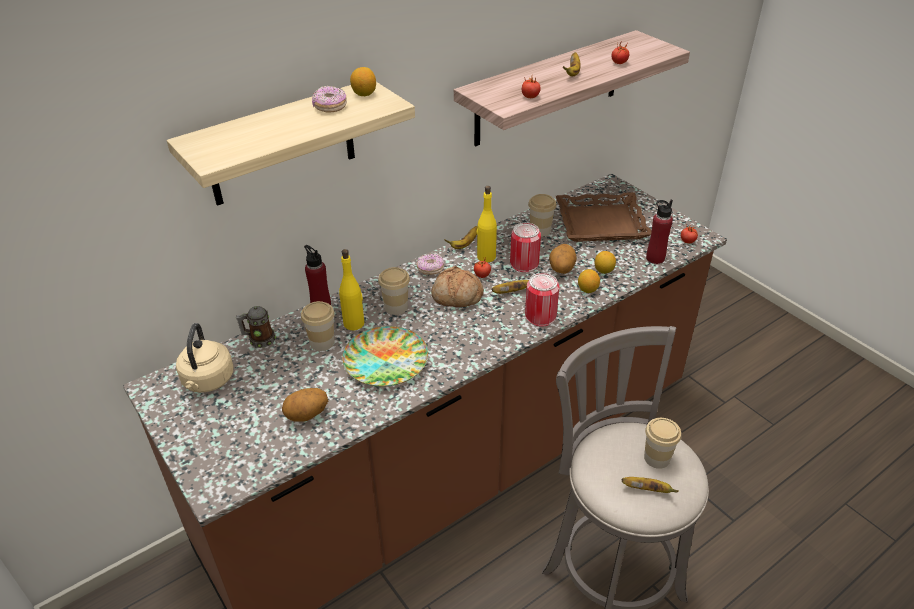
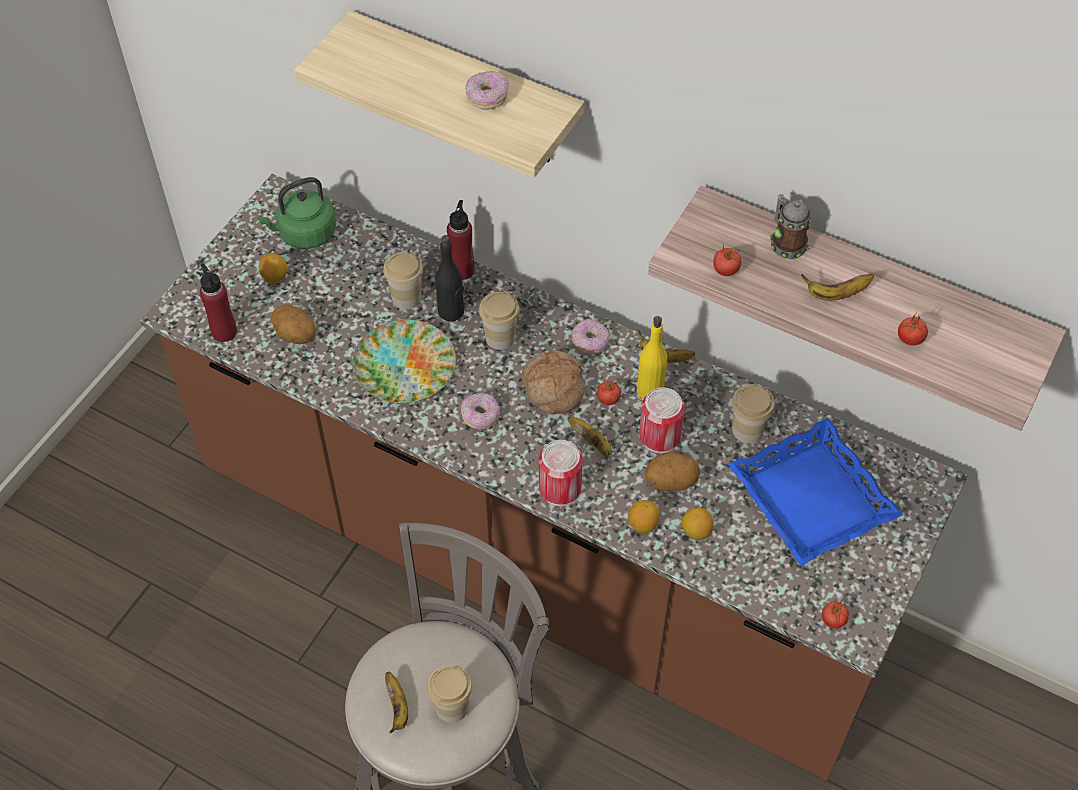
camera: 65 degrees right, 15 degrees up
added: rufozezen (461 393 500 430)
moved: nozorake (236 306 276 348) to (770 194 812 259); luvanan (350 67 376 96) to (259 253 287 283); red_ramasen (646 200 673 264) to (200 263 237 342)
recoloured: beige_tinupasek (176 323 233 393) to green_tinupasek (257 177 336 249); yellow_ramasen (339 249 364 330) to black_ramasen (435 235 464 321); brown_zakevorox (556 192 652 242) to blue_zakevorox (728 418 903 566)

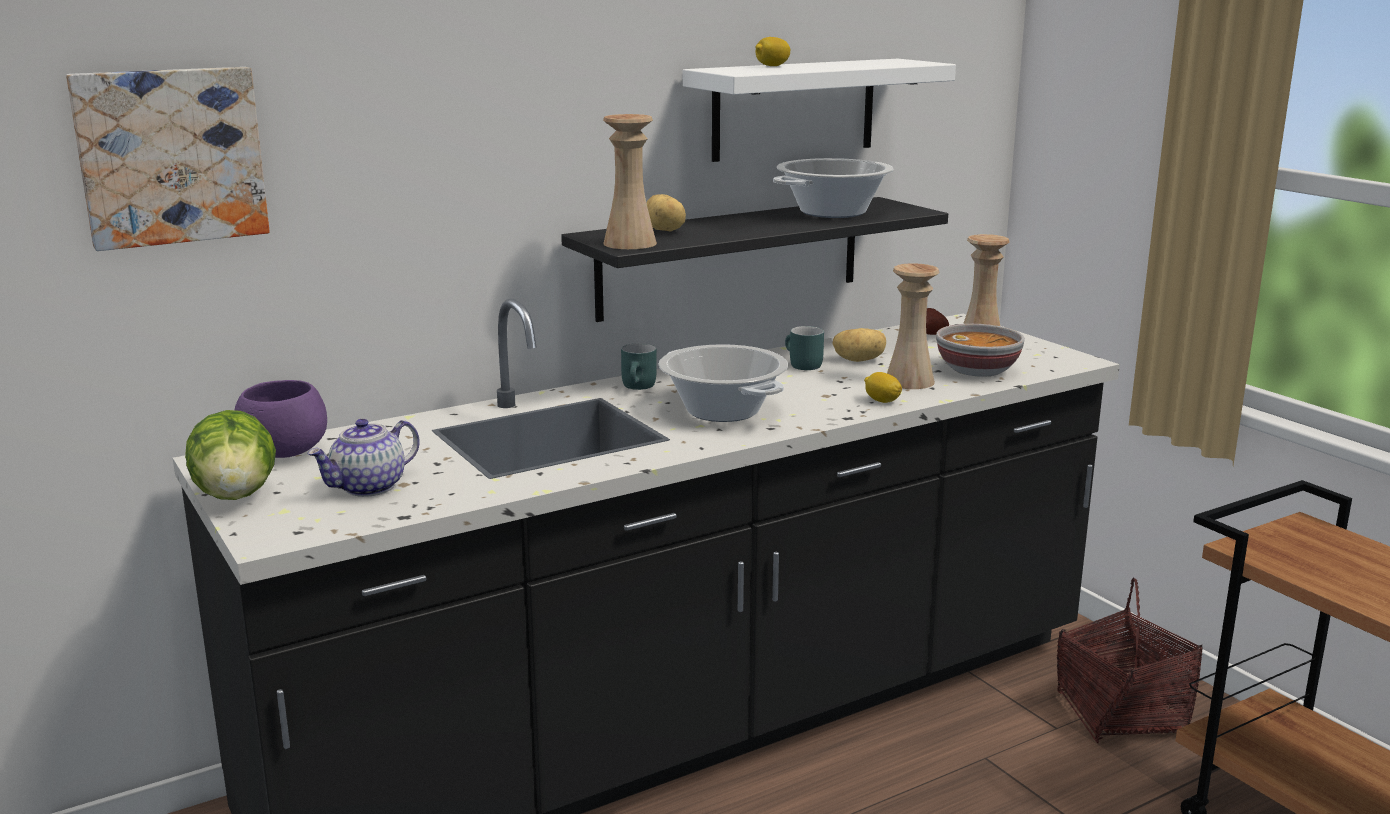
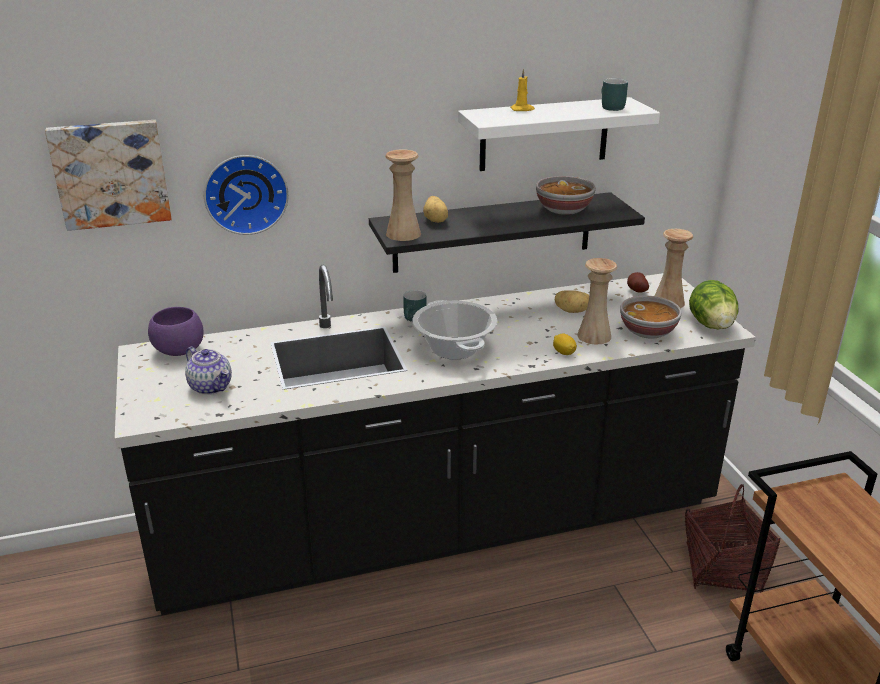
camera: 15 degrees right, 10 degrees up
added: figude (204 155 289 235)
moved: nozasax (185 410 276 500) to (689 280 738 329); turquoise_nozorake (785 326 824 370) to (601 78 628 111)
replaced: luvanan (755 37 791 66) to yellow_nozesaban (510 69 535 111); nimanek (773 158 894 218) to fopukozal (536 176 596 215)
turned: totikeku (307 419 420 497) = (185 346 232 395) 105 degrees counterclockwise

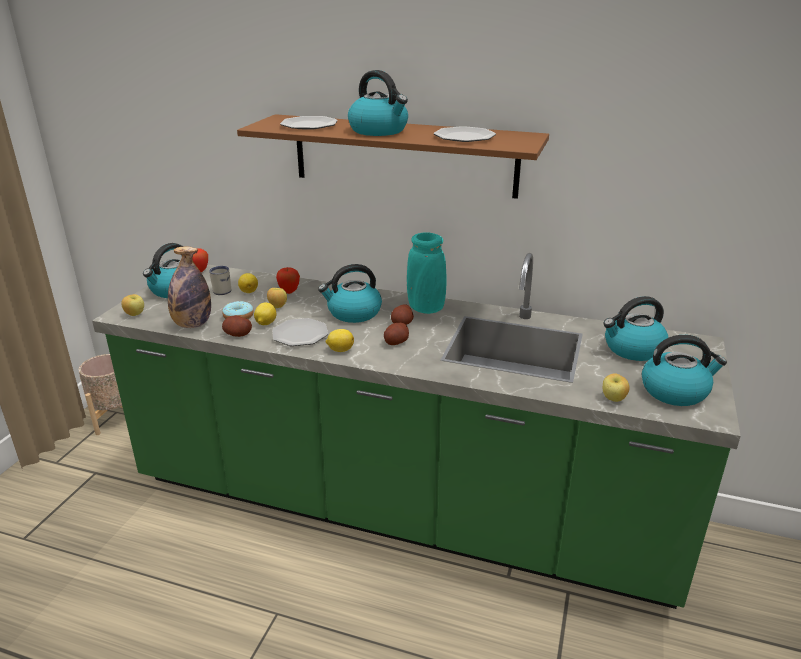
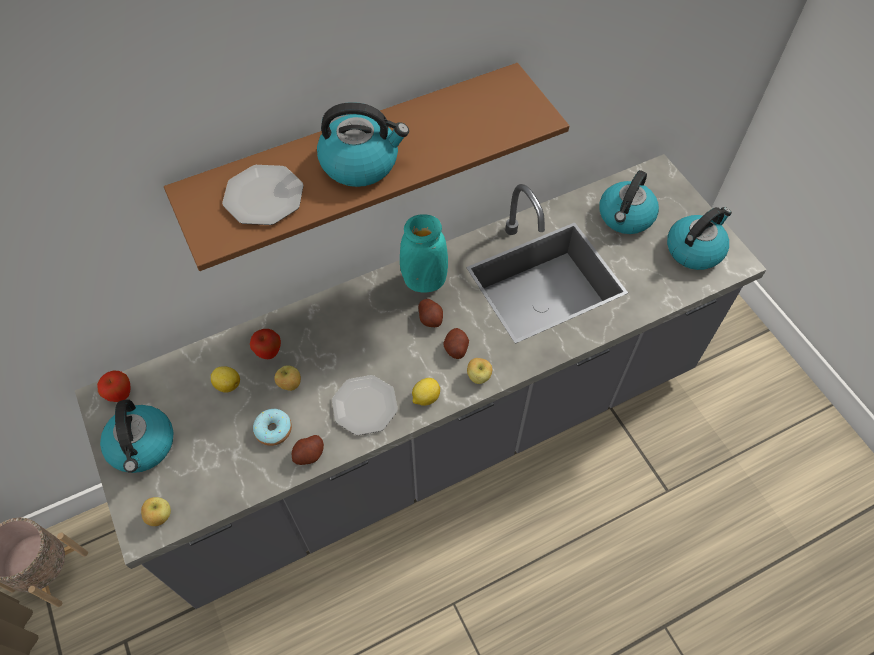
camera: 45 degrees left, 30 degrees up
removed: ramasen (168 246 211 328); white_nozorake (209 266 231 295); luvanan (254 302 276 325); tinupasek (318 264 382 323); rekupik (434 126 496 142)
moved: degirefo (603 373 629 402) to (467 358 492 384)
recoloured: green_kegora (92 253 741 609) to grey_kegora (75 154 767 609)

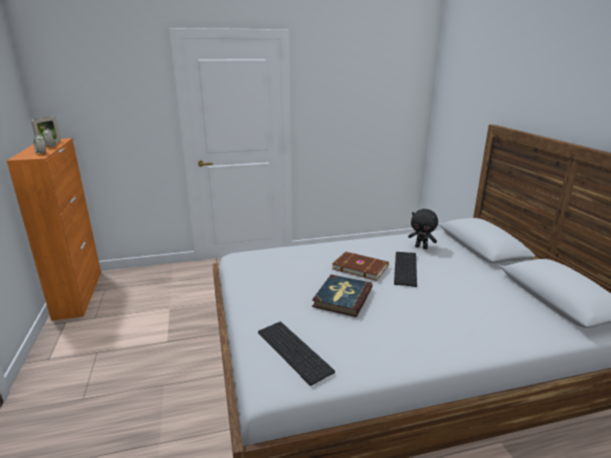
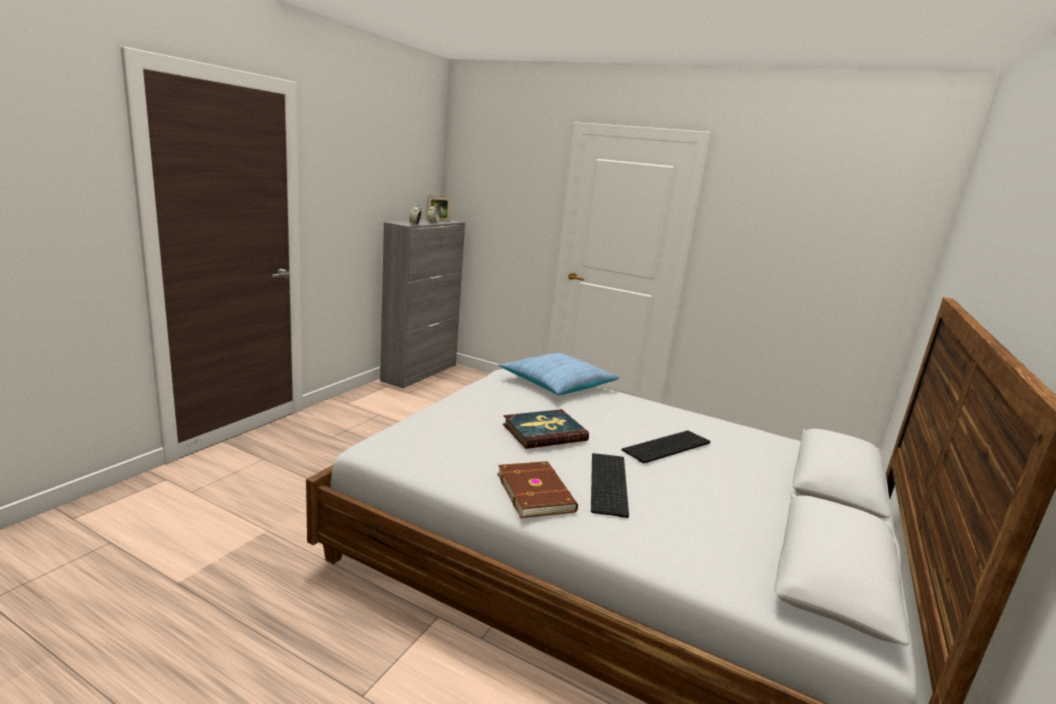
camera: 40 degrees right, 5 degrees down
removed: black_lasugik (408 209 438 249)
added: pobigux (498 353 619 395)
moved: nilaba (258 322 335 386) to (591 453 629 518); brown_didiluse (332 251 389 281) to (497 461 578 518)
recoloured: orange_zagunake (7 138 101 321) to grey_zagunake (380 220 465 388)

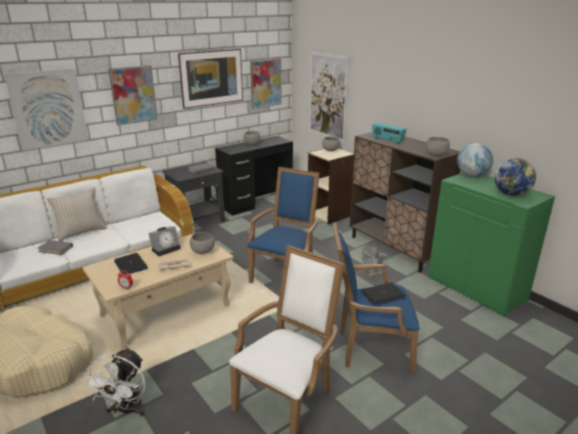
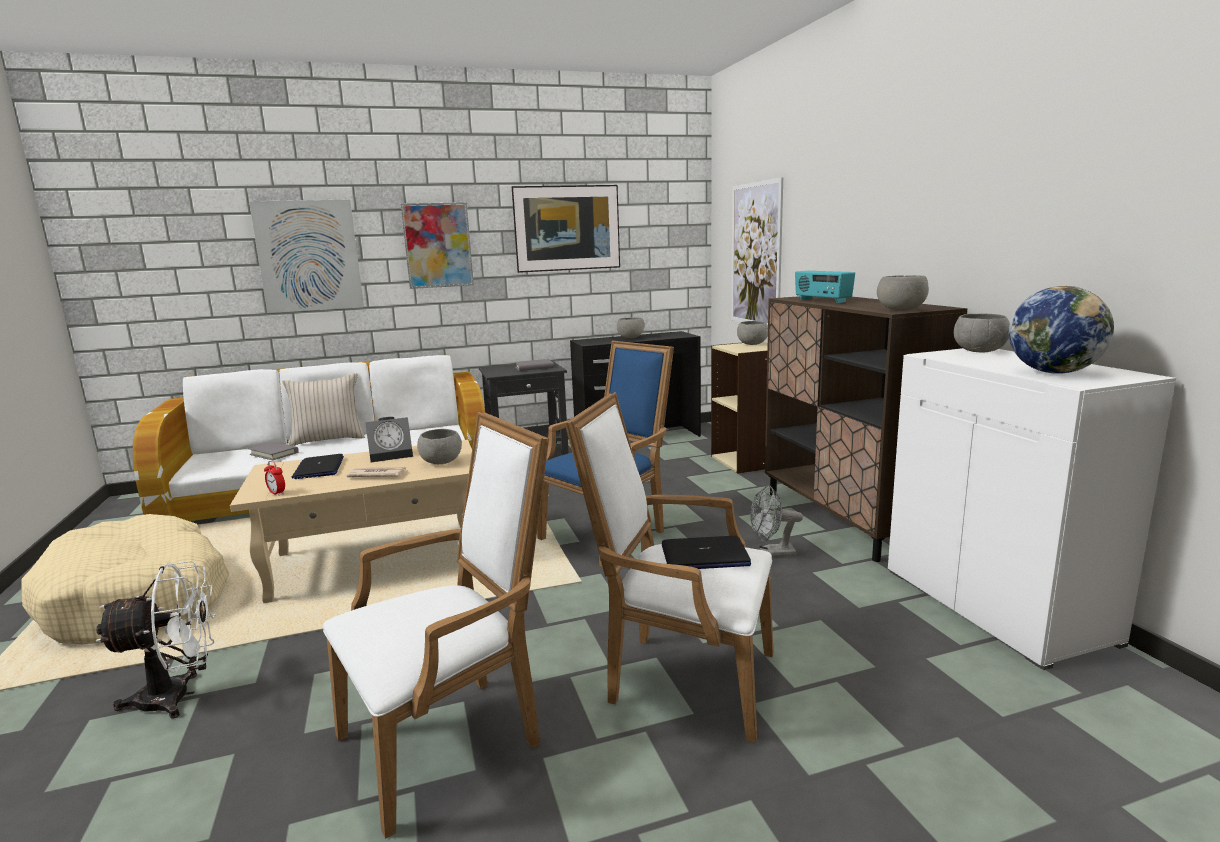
camera: 20 degrees right, 10 degrees down
removed: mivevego (250 59 281 109)
replaced: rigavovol (457 143 493 177) to grey_fopukozal (954 314 1010 353)
recoloured: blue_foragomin (333 222 419 372) to white_foragomin (565 392 773 743); green_zagunake (428 173 555 317) to white_zagunake (888 348 1176 670)
turned: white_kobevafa (83 347 146 417) = (96 561 216 719) 135 degrees counterclockwise

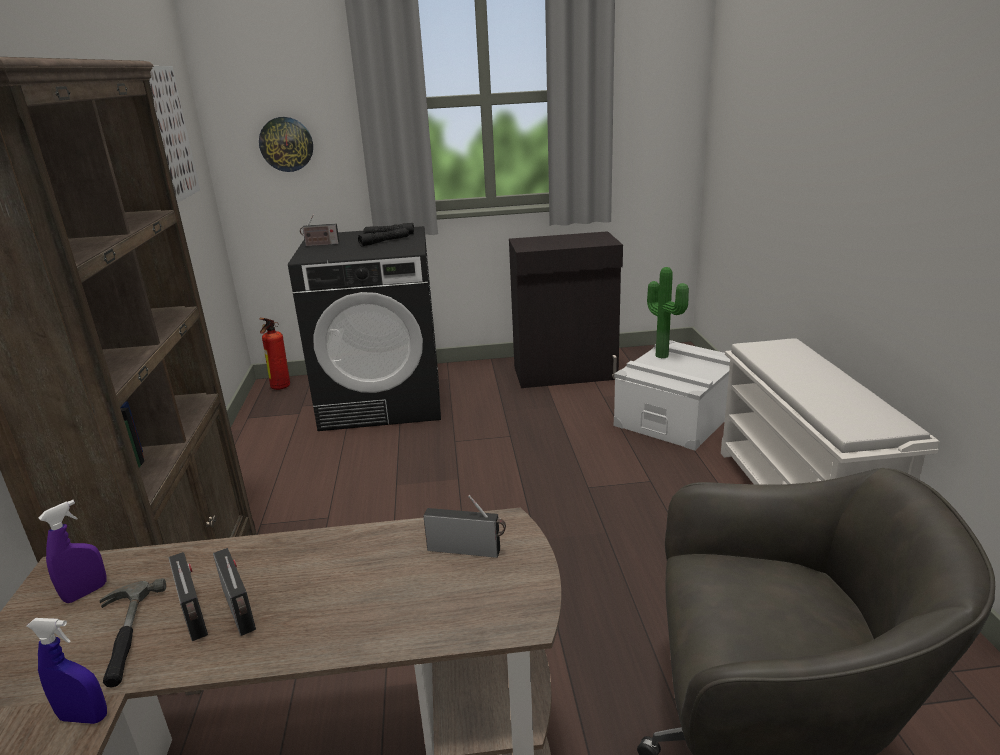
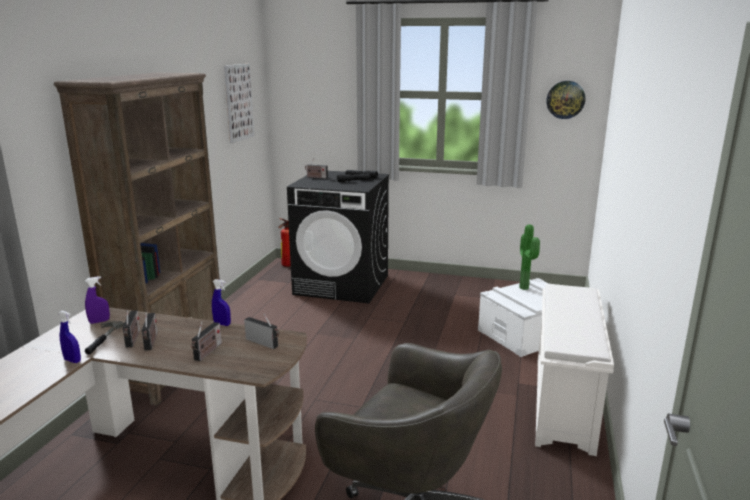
camera: 20 degrees right, 5 degrees down
removed: black_zagunake (509 231 623 388)
added: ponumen (191 322 222 361); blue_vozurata (212 279 231 326)
moved: figude (259 117 313 172) to (546 81 585 119)

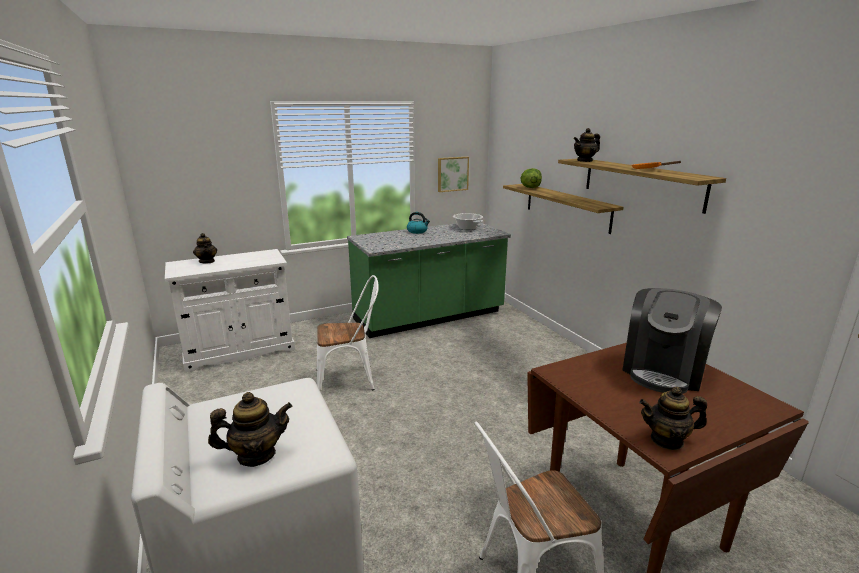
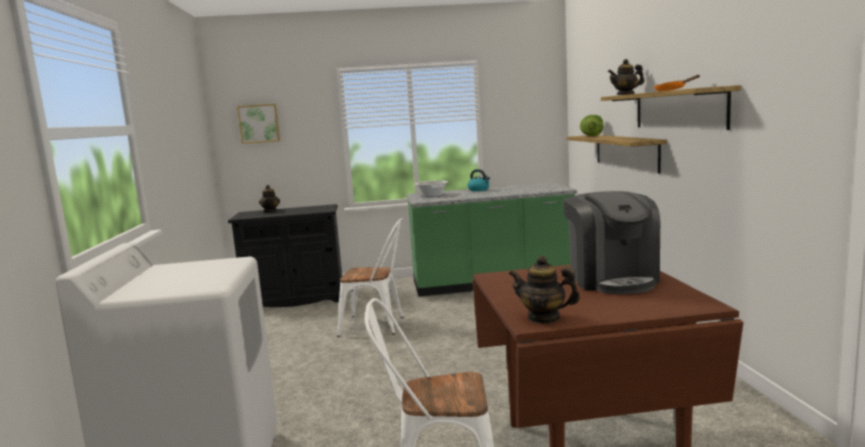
camera: 20 degrees right, 10 degrees down
removed: totikeku (208 392 292 467)
moved: mivevego (438 157 469 192) to (237 104 280 144); nimanek (453 213 483 230) to (415 180 448 197)
recoloured: white_zagunake (165 249 295 373) to black_zagunake (228 204 342 307)
turned: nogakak (622 288 722 394) = (563 191 660 294) 60 degrees counterclockwise

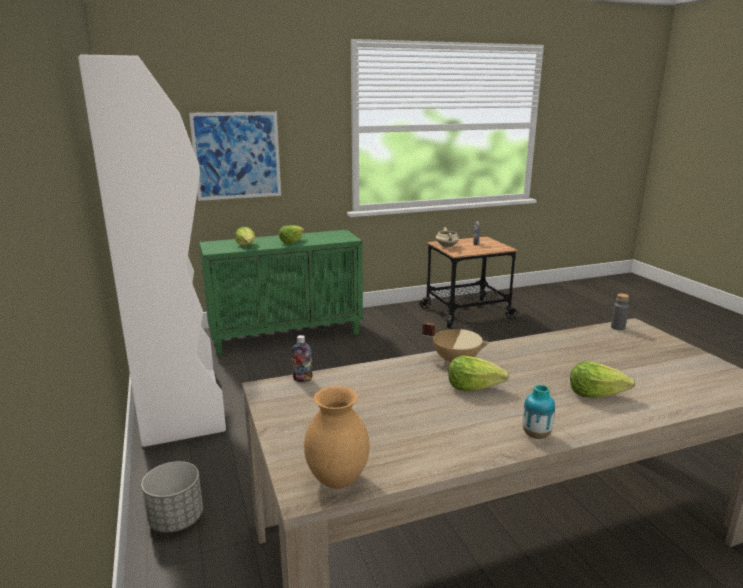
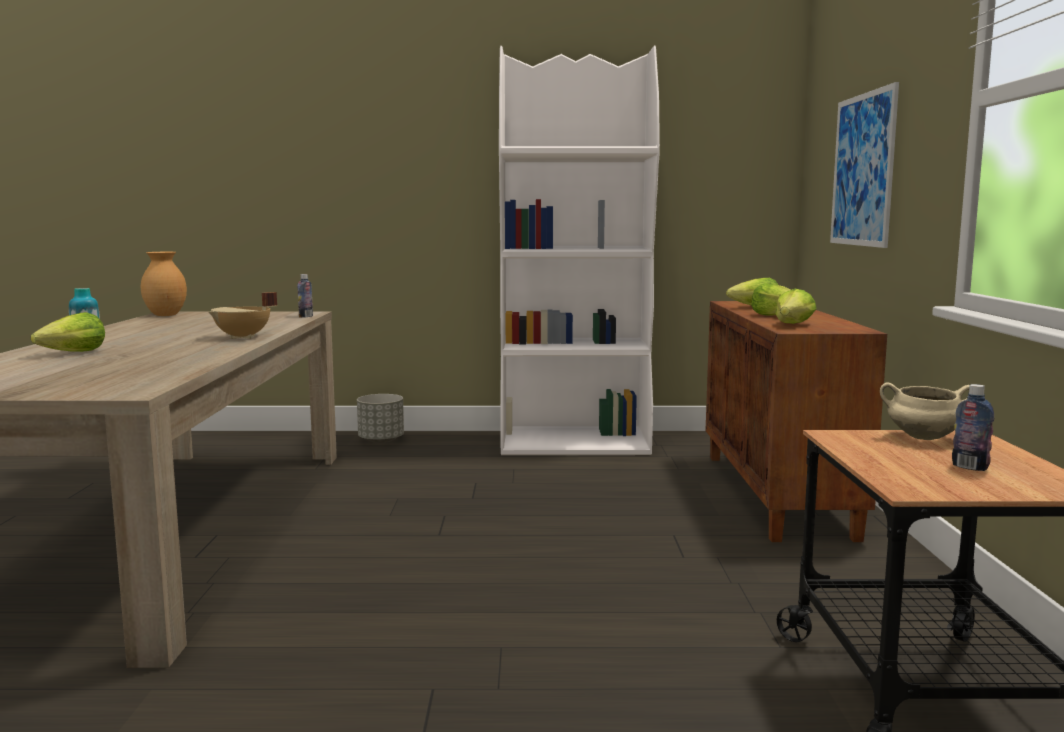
camera: 110 degrees right, 10 degrees down
removed: grey_ramasen (611 293 629 330)
moved: nozasax (448 355 509 391) to (775 289 817 324)
recoloured: green_zagunake (199 230 363 355) to brown_zagunake (705 301 887 542)

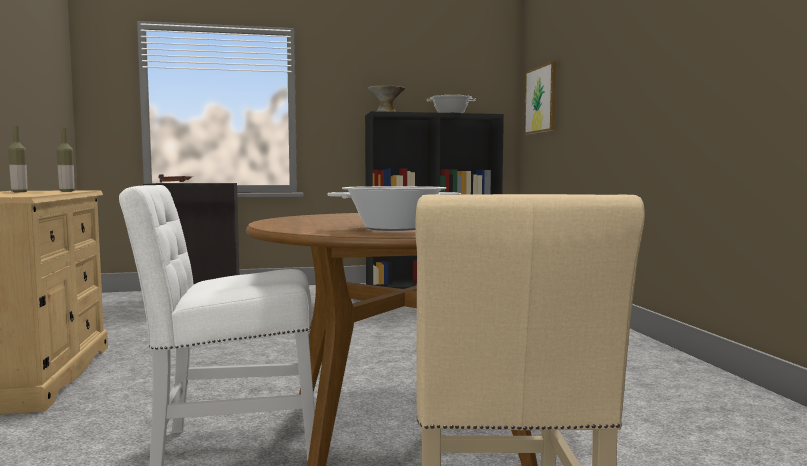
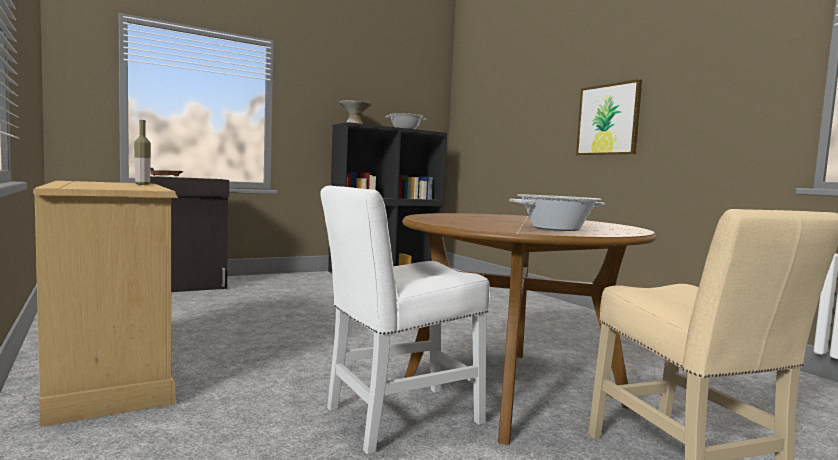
camera: 20 degrees left, 0 degrees up
removed: ramasen (8 126 28 192)
moved: mivevego (524 61 556 134) to (576 79 642 155)

